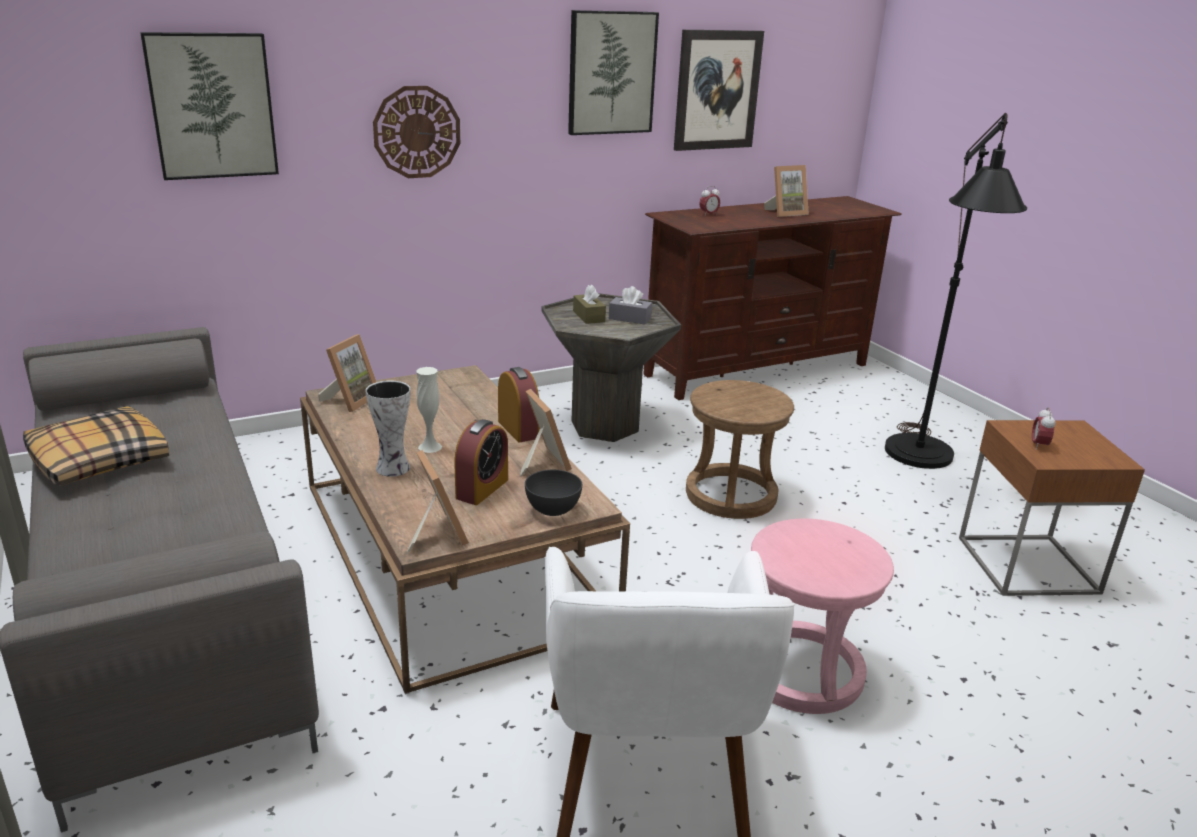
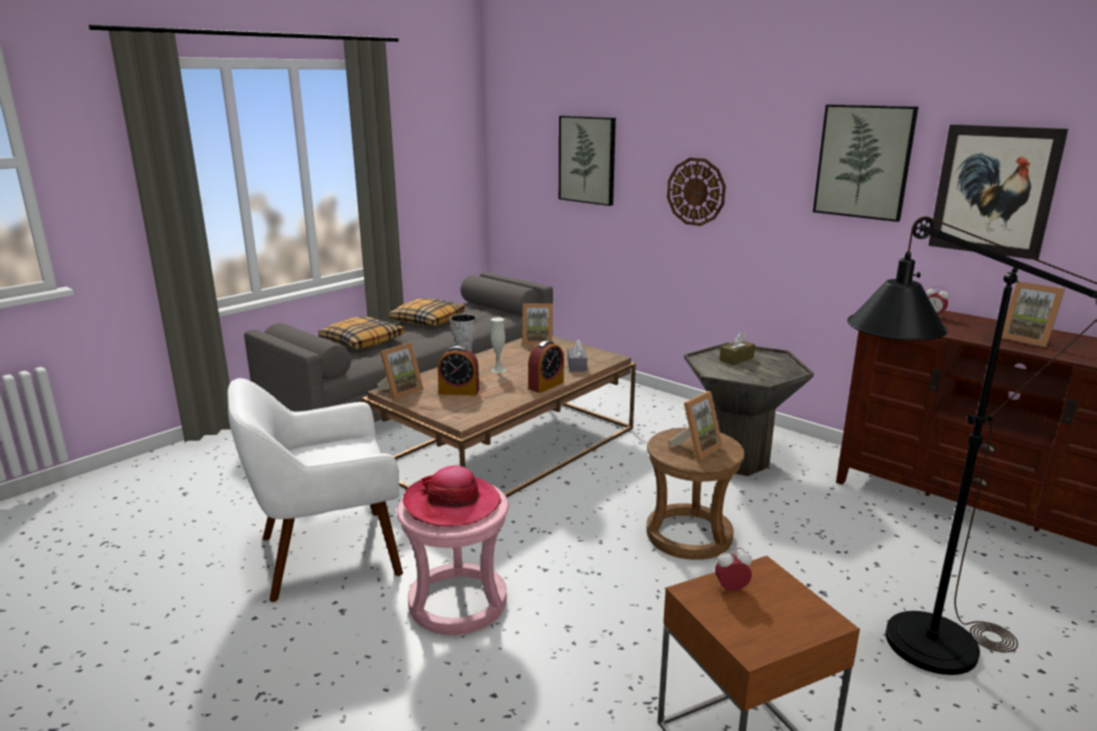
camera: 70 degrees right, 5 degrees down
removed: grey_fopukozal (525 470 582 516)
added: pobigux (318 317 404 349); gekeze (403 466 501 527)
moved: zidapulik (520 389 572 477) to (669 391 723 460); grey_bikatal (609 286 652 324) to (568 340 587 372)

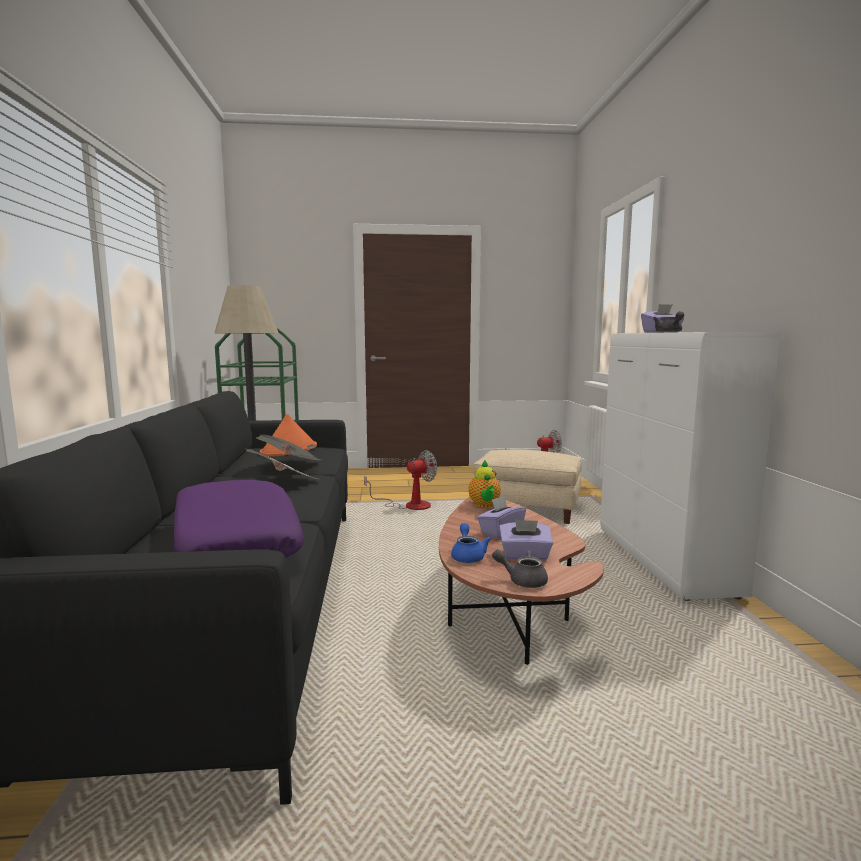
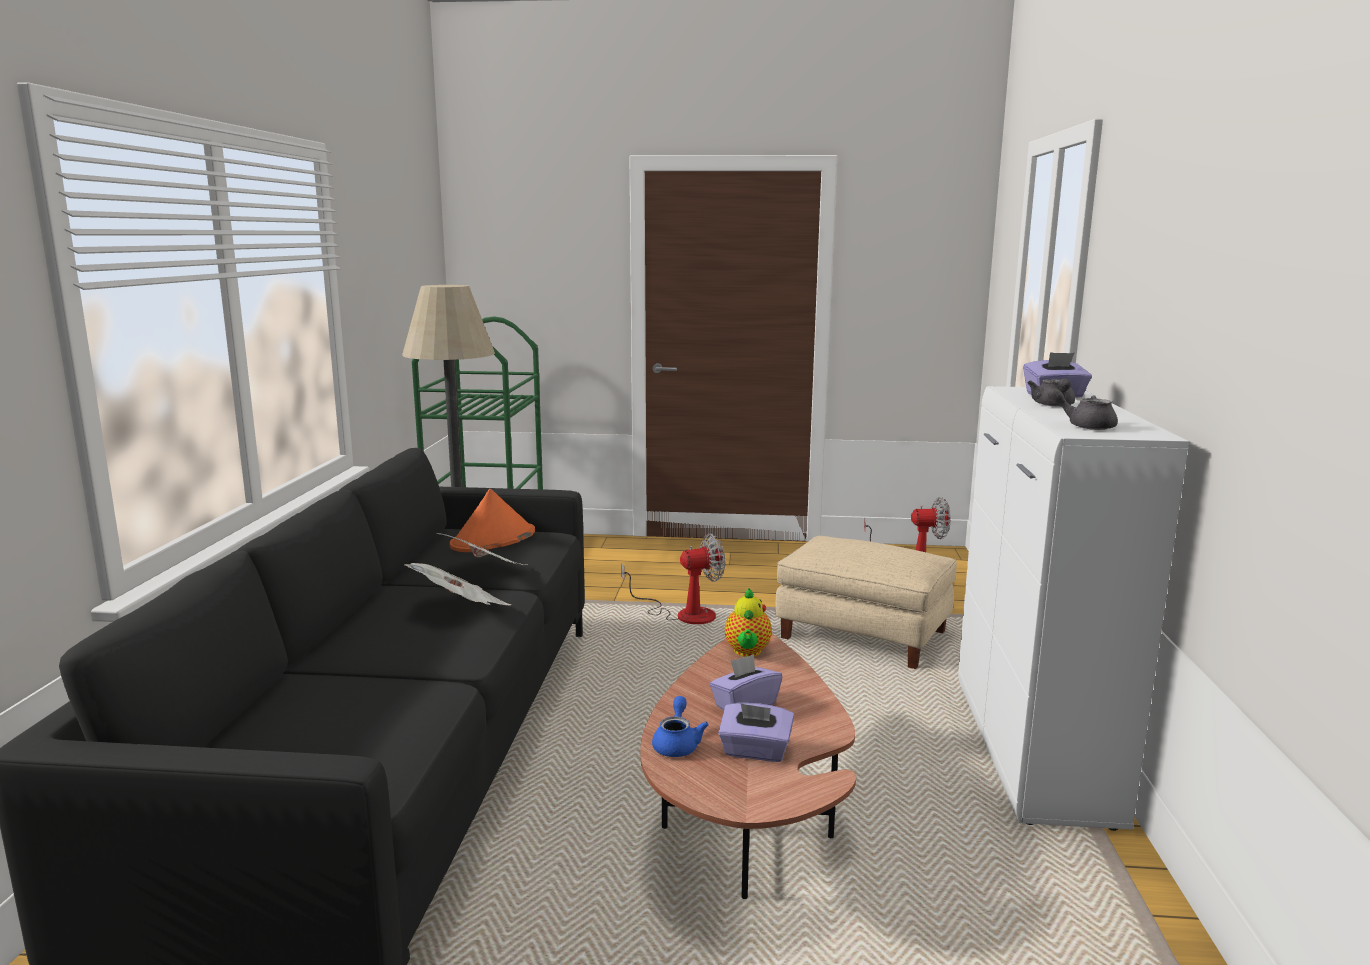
camera: 10 degrees right, 5 degrees up
removed: purple_pobigux (174 480 304 558)
moved: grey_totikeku (492 549 548 588) to (1048 389 1118 430)

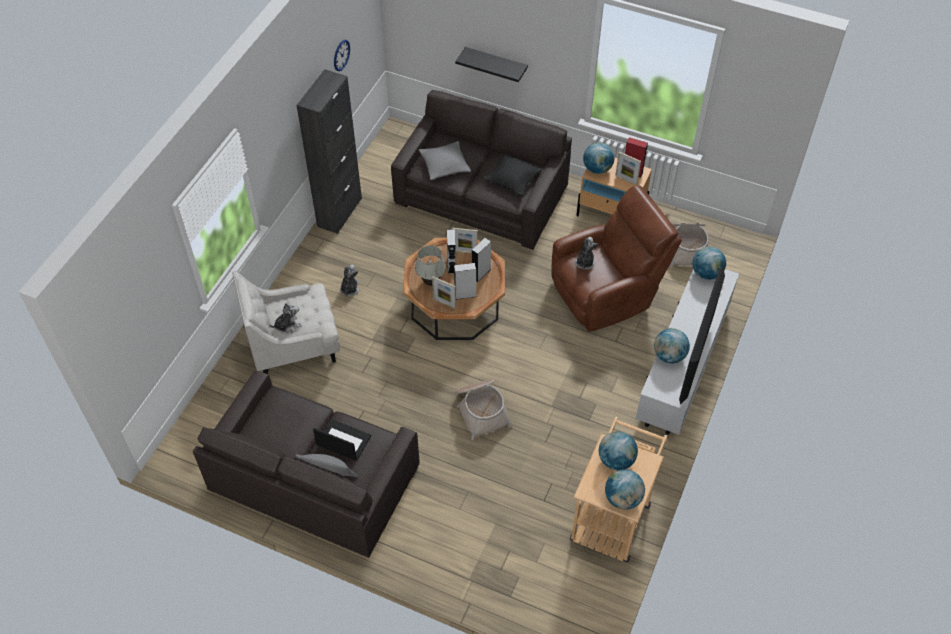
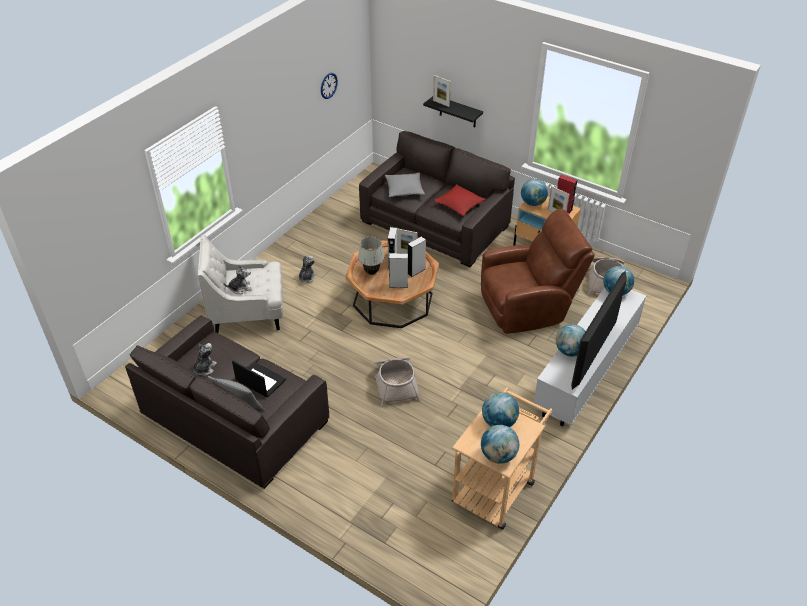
camera: 10 degrees right, 10 degrees down
removed: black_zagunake (297 69 362 234)
moved: zidapulik (432 276 456 309) to (433 75 451 107); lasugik (575 237 598 270) to (193 343 217 376)
recoloured: black_pobigux (483 152 543 196) to red_pobigux (434 184 486 216)

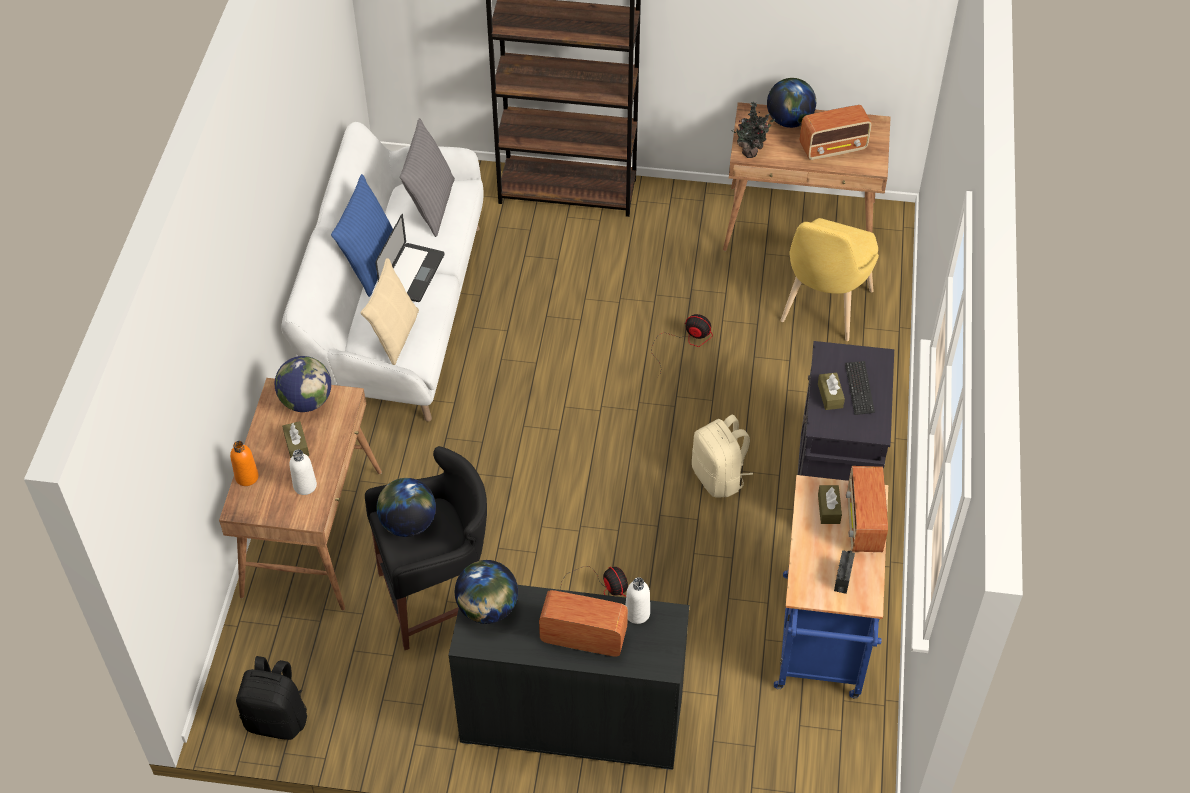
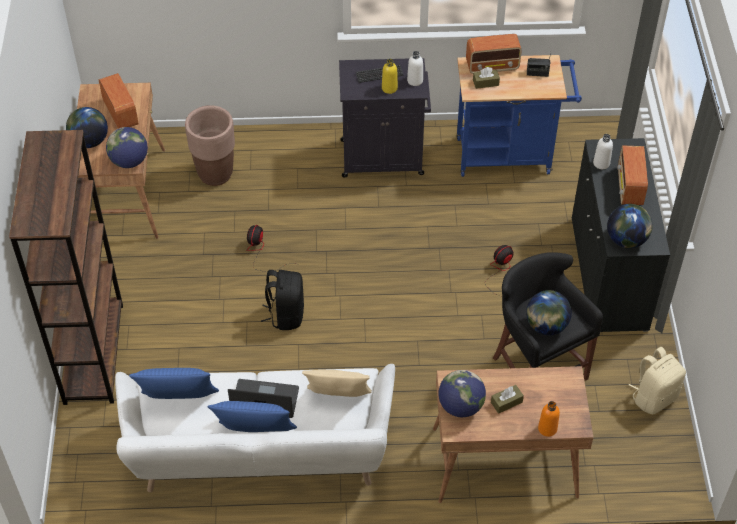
camera: 100 degrees left, 0 degrees up
moved: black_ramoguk (236 656 307 740) to (261 270 304 330); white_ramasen (289 450 317 495) to (407 51 423 86); beige_ramoguk (692 415 753 498) to (629 347 686 414)
replaced: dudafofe (732 102 775 158) to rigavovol (106 127 148 168); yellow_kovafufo (780 218 879 341) to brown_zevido (185 105 235 186); brown_bikatal (818 373 845 410) to yellow_ramasen (382 59 398 94)
recoloured: grey_pobigux (400 118 455 237) to blue_pobigux (129 368 219 399)

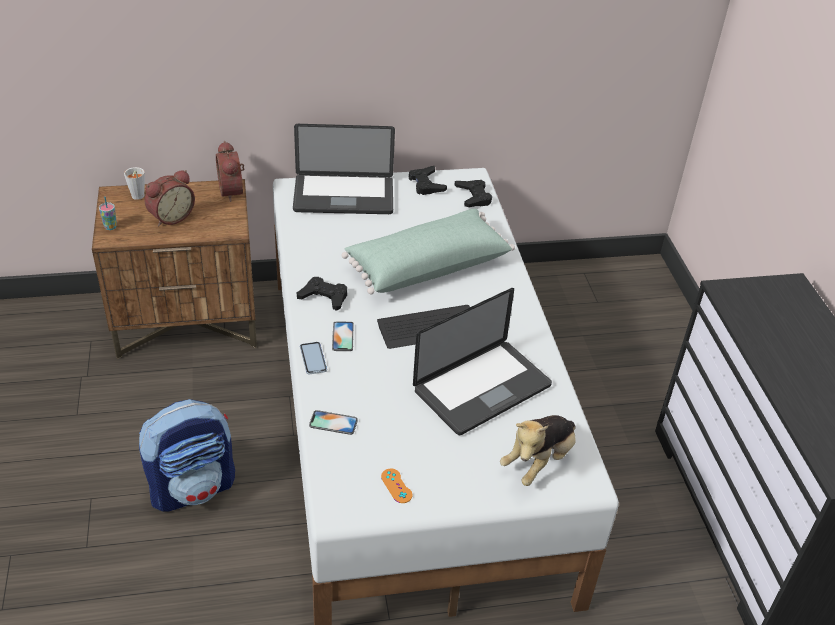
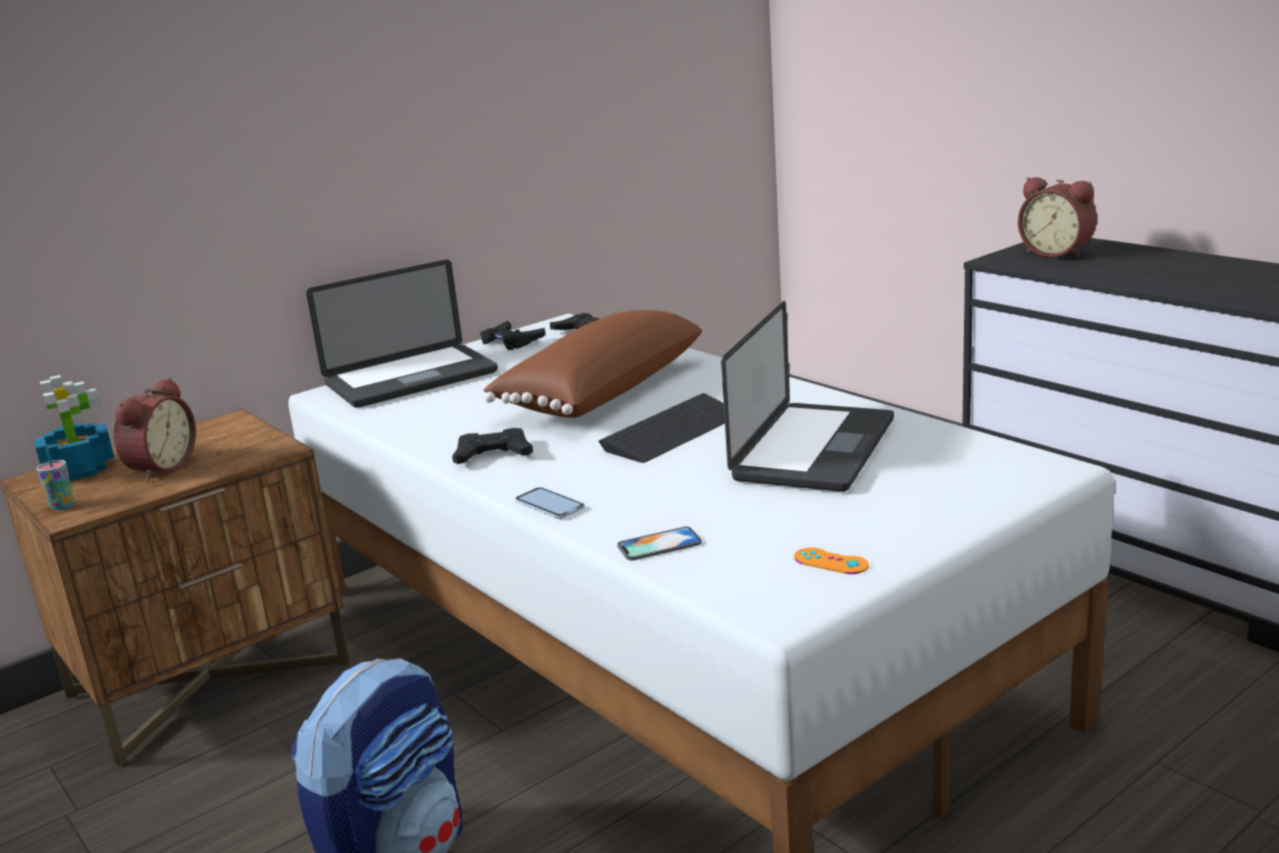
camera: 25 degrees left, 20 degrees down
removed: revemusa (332 321 354 351); lasugik (500 415 576 486)
moved: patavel (216 141 244 202) to (1018 177 1097 258)
replaced: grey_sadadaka (124 167 145 200) to dudafofe (34 375 115 481)
recoloured: green_pobigux (342 208 515 295) to brown_pobigux (483 310 703 418)

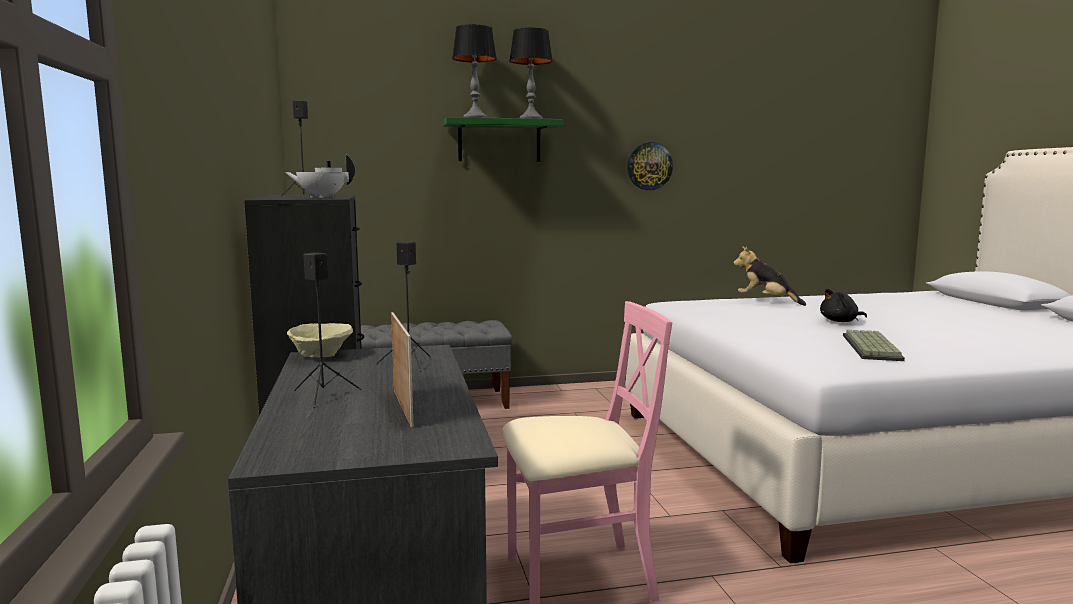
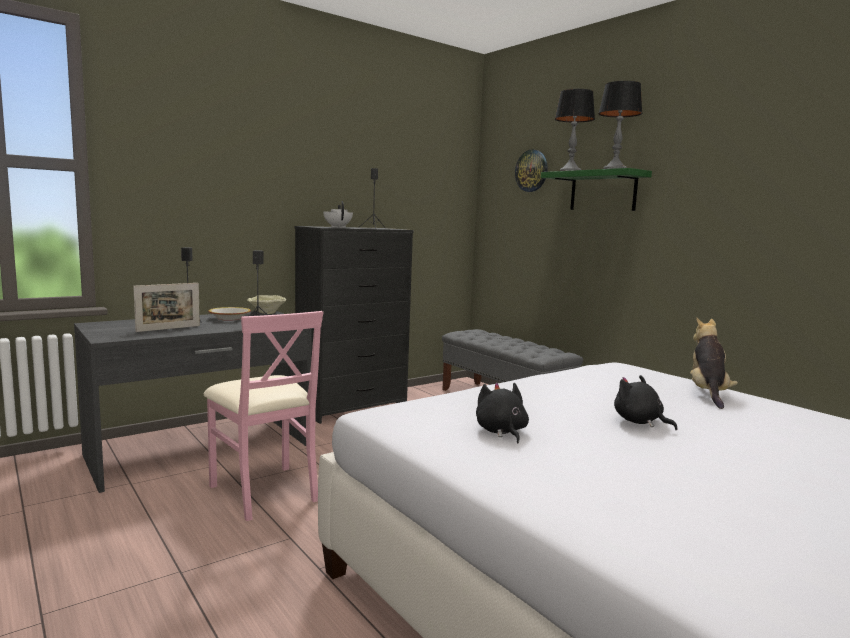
camera: 65 degrees right, 0 degrees up
added: fopukozal (208 307 251 321)
moved: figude (627 142 673 190) to (515 150 548 192)
replaced: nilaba (843 330 905 361) to black_lasugik (476 383 529 443)

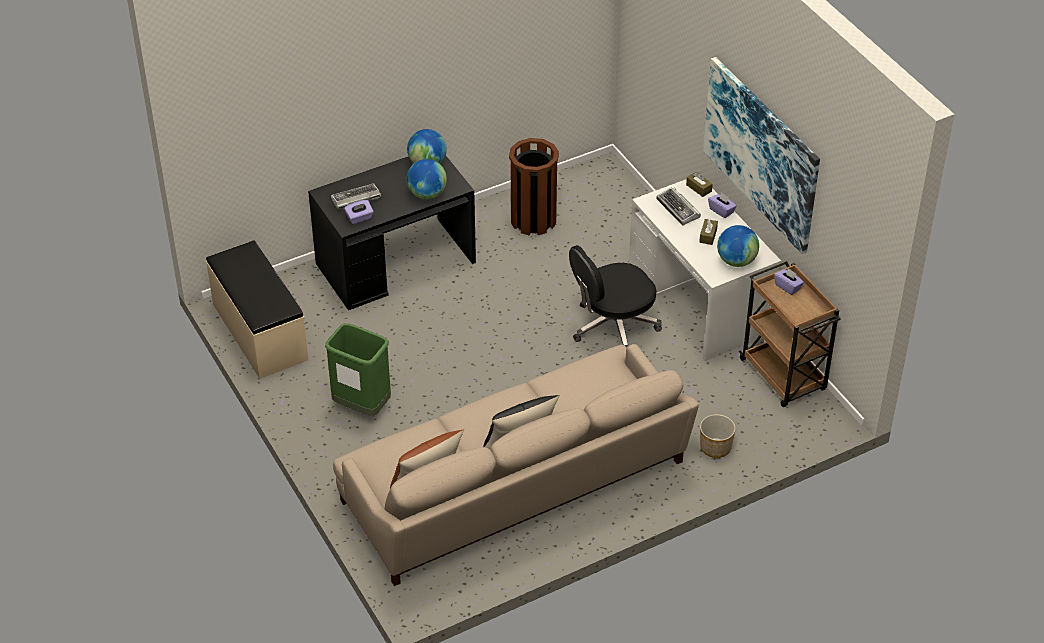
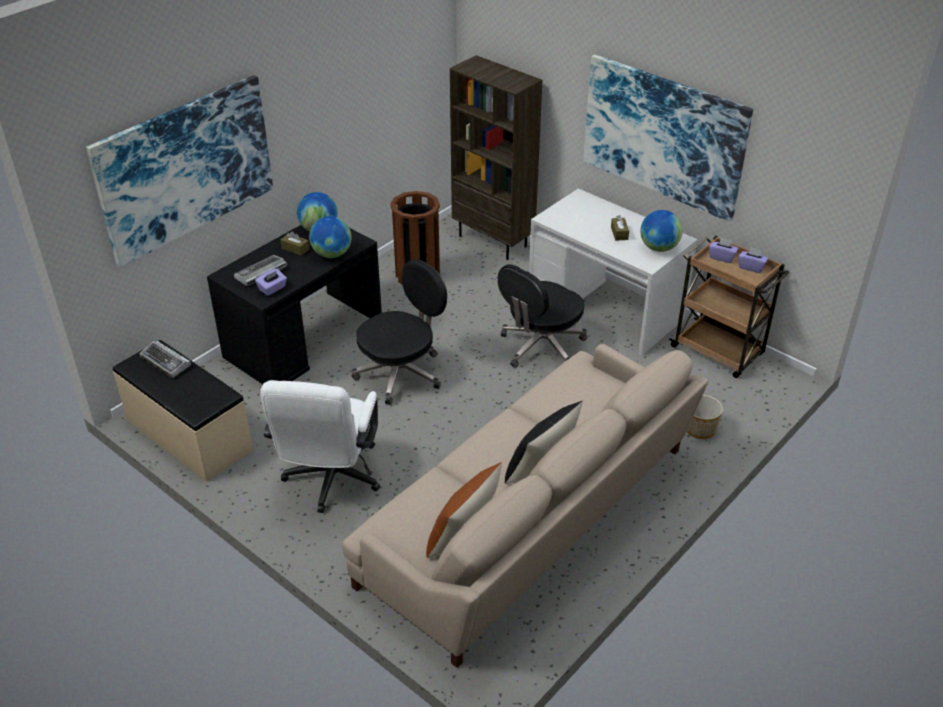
camera: 20 degrees left, 5 degrees down
added: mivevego (86 75 273 267); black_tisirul (352 260 447 405); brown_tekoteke (450 55 542 260)
moved: nilaba (657 188 701 226) to (139 341 191 378); brown_bikatal (686 172 713 197) to (281 231 309 256); purple_bikatal (708 192 737 218) to (738 247 768 273)
replaced: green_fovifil (325 323 391 416) to white_tisirul (260 380 380 513)

